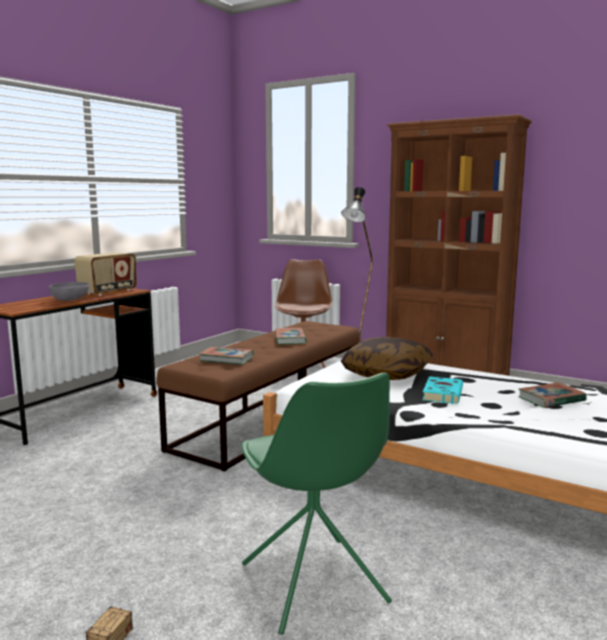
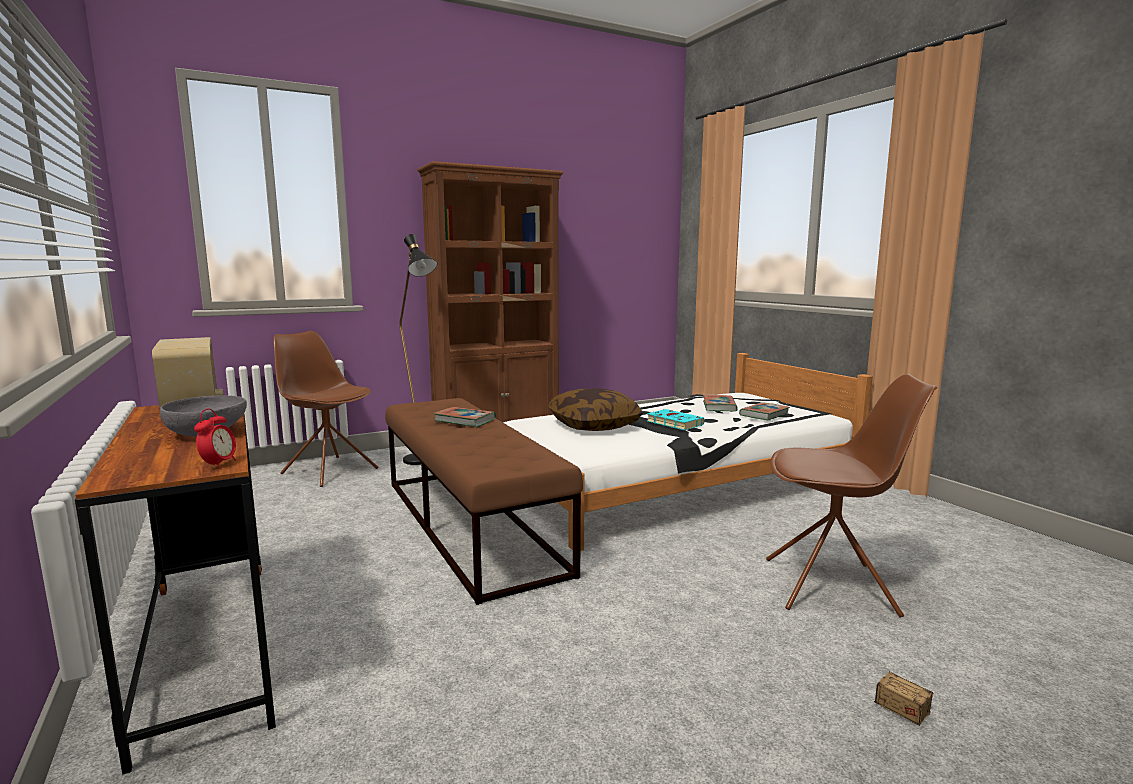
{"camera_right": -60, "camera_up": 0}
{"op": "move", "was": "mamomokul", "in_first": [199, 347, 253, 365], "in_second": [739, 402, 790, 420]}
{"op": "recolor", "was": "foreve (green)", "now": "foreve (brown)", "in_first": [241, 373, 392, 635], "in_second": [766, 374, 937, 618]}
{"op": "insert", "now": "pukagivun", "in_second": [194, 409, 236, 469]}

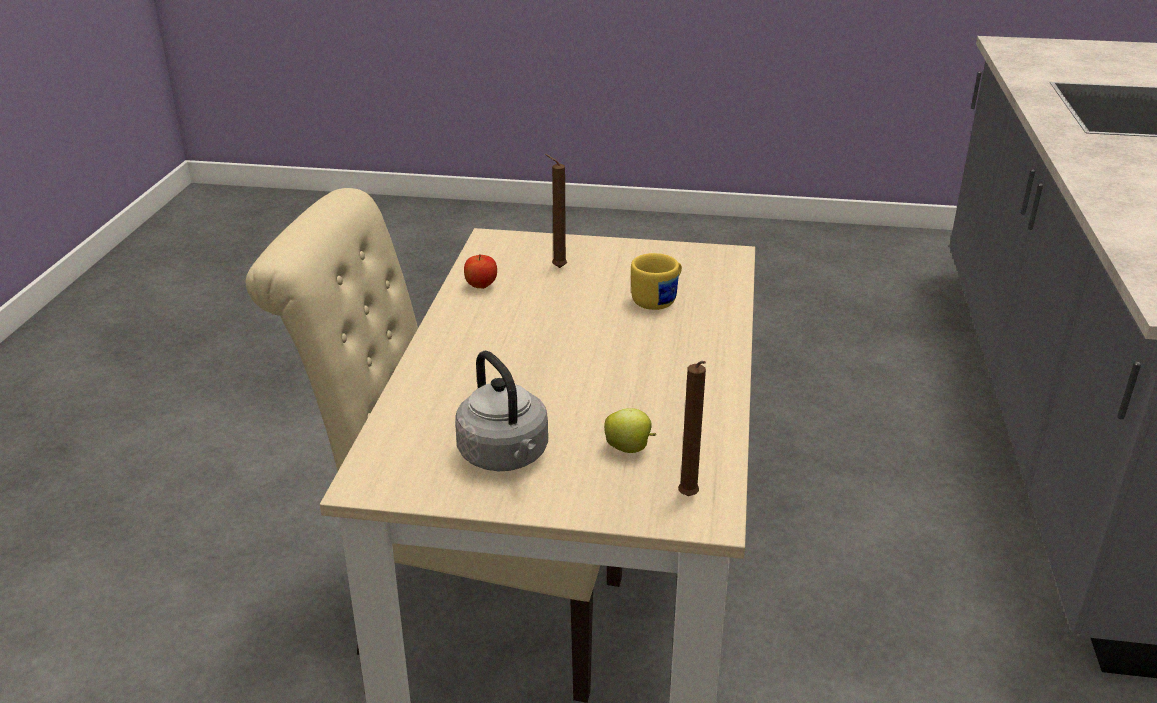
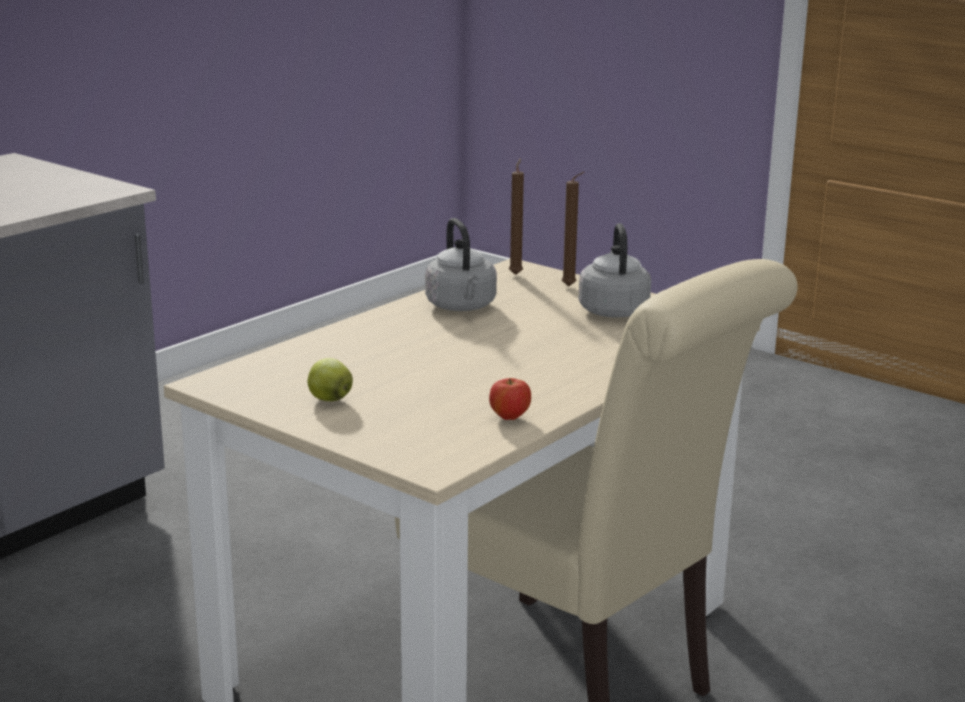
{"camera_right": -150, "camera_up": -10}
{"op": "move", "was": "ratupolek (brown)", "in_first": [545, 154, 567, 268], "in_second": [562, 172, 584, 286]}
{"op": "move", "was": "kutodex", "in_first": [604, 408, 656, 453], "in_second": [307, 358, 353, 401]}
{"op": "delete", "was": "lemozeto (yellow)", "in_first": [631, 253, 682, 310]}
{"op": "insert", "now": "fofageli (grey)", "in_second": [425, 218, 497, 311]}

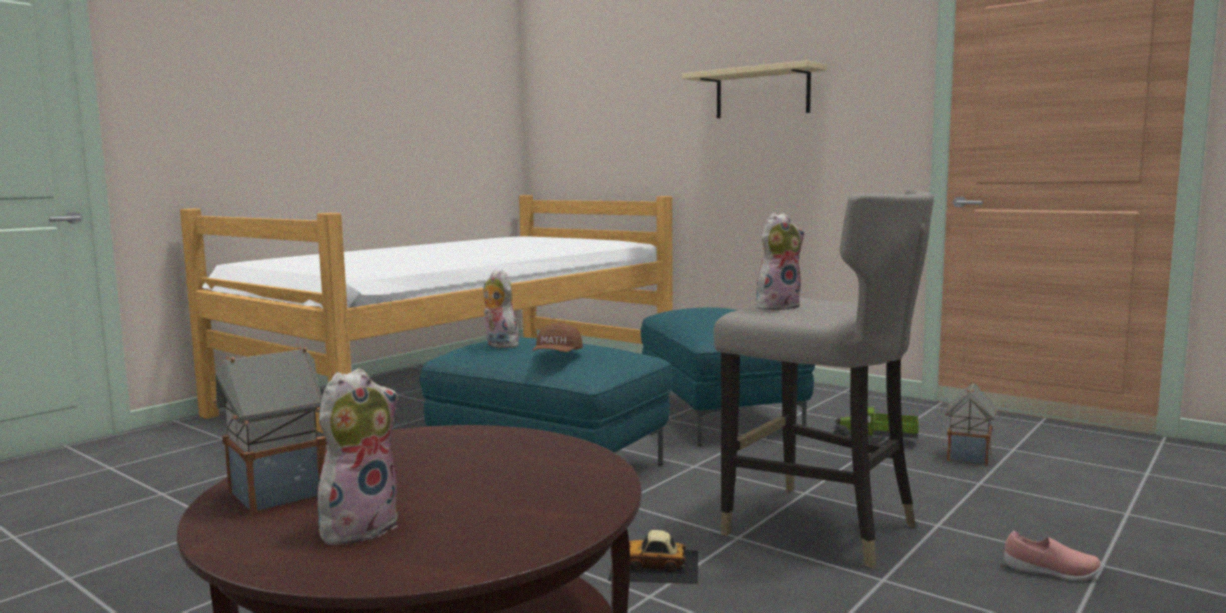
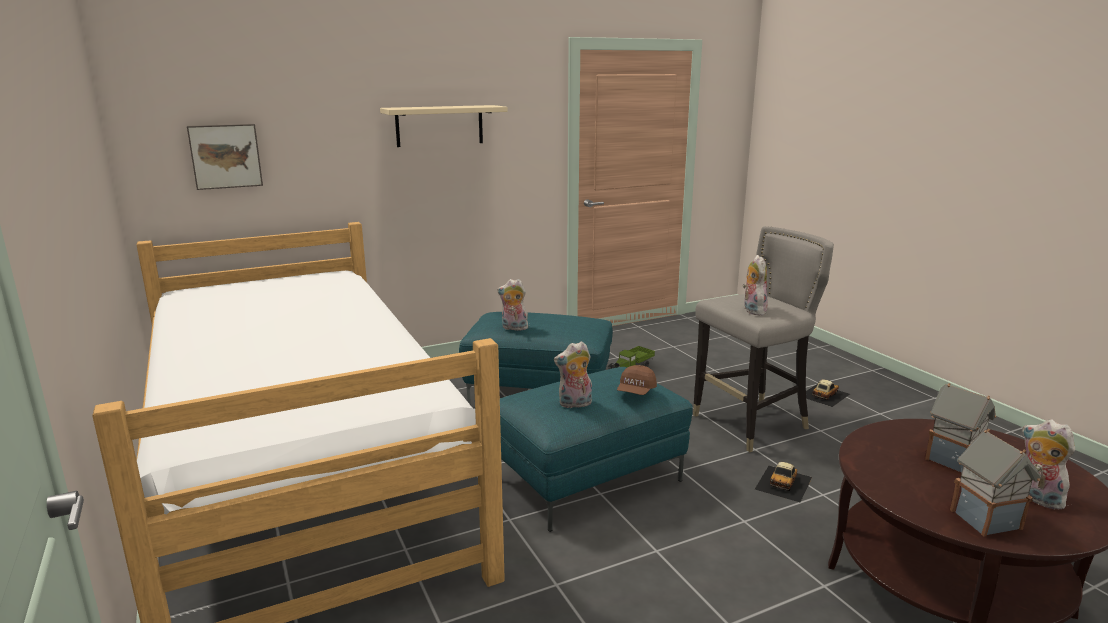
{"camera_right": -65, "camera_up": 10}
{"op": "rotate", "was": "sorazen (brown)", "in_first": [532, 322, 583, 352], "in_second": [617, 365, 657, 395], "clockwise": 75}
{"op": "move", "was": "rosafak", "in_first": [945, 381, 996, 466], "in_second": [925, 383, 996, 473]}
{"op": "replace", "was": "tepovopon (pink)", "now": "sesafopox", "in_first": [1004, 531, 1101, 581], "in_second": [806, 379, 850, 407]}
{"op": "insert", "now": "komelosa", "in_second": [187, 124, 263, 190]}
{"op": "insert", "now": "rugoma", "in_second": [497, 279, 530, 330]}

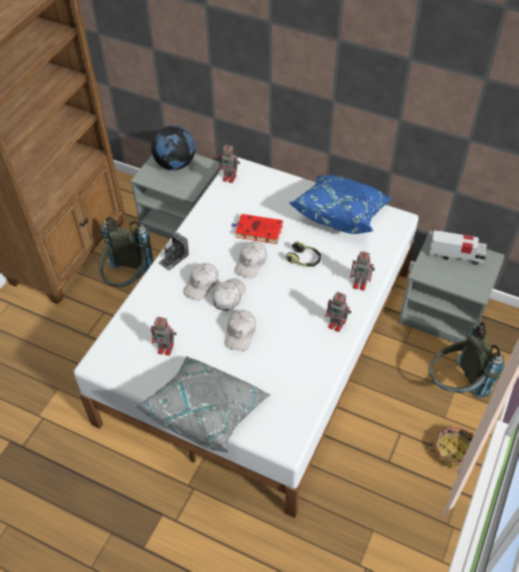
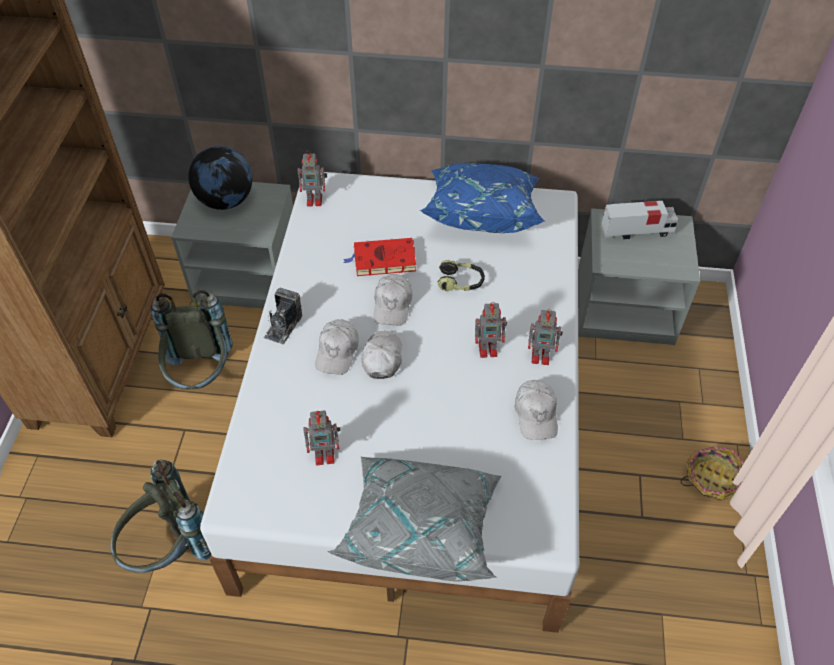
{"camera_right": -20, "camera_up": 0}
{"op": "move", "was": "sorazen (white)", "in_first": [225, 310, 256, 351], "in_second": [515, 380, 558, 440]}
{"op": "move", "was": "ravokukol", "in_first": [350, 251, 375, 291], "in_second": [475, 302, 507, 358]}
{"op": "move", "was": "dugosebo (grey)", "in_first": [429, 322, 505, 398], "in_second": [110, 459, 211, 573]}

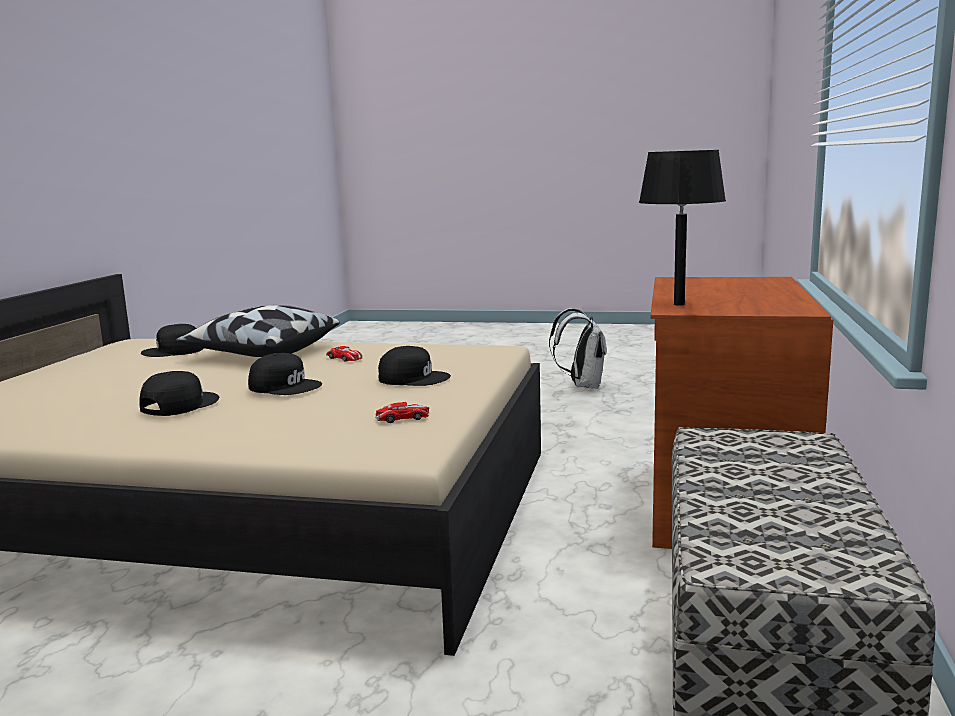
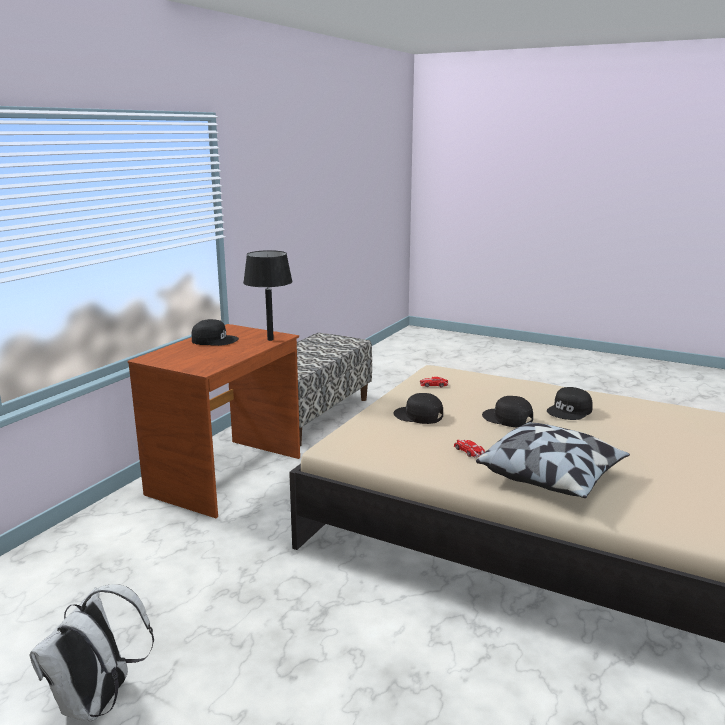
{"camera_right": -165, "camera_up": 5}
{"op": "move", "was": "sorazen (black)", "in_first": [141, 324, 204, 357], "in_second": [191, 319, 239, 346]}

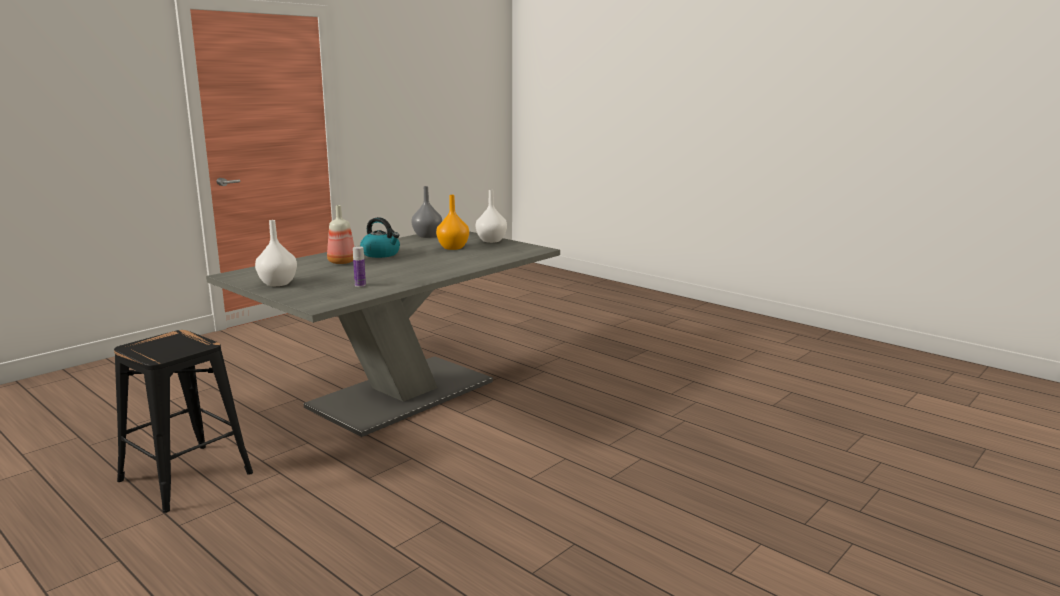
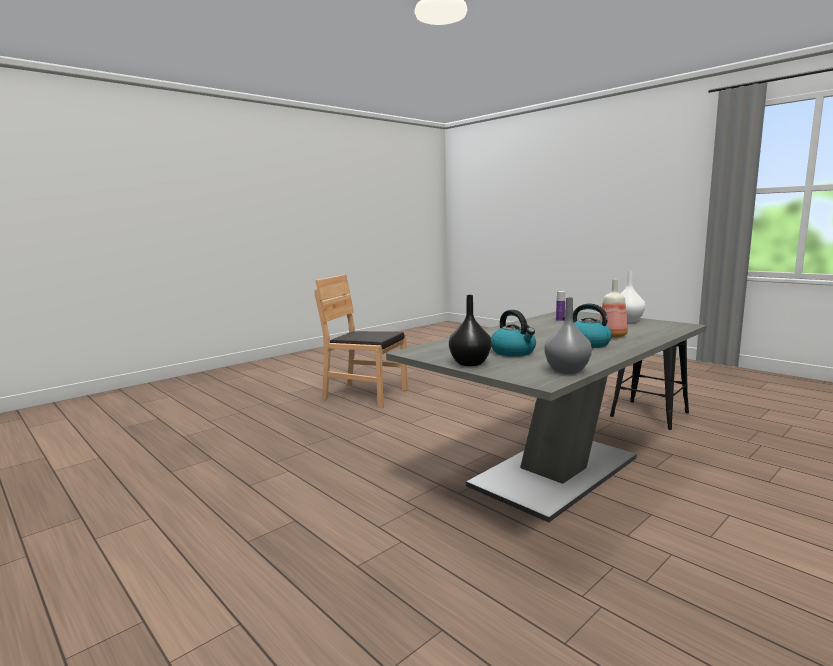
{"camera_right": -175, "camera_up": -5}
{"op": "replace", "was": "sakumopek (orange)", "now": "fofageli", "in_first": [436, 195, 469, 250], "in_second": [491, 310, 536, 357]}
{"op": "recolor", "was": "sakumopek (white)", "now": "sakumopek (black)", "in_first": [476, 190, 507, 243], "in_second": [449, 295, 491, 366]}
{"op": "insert", "now": "foreve (brown)", "in_second": [314, 274, 408, 408]}

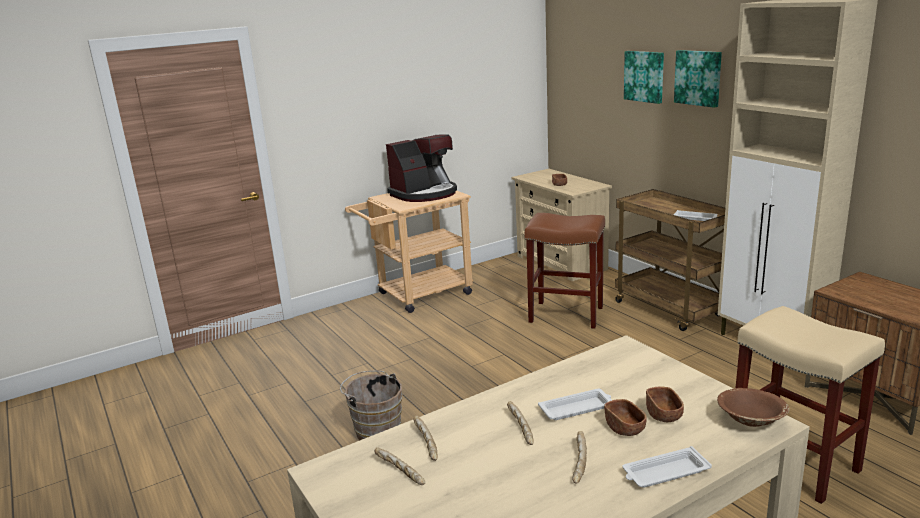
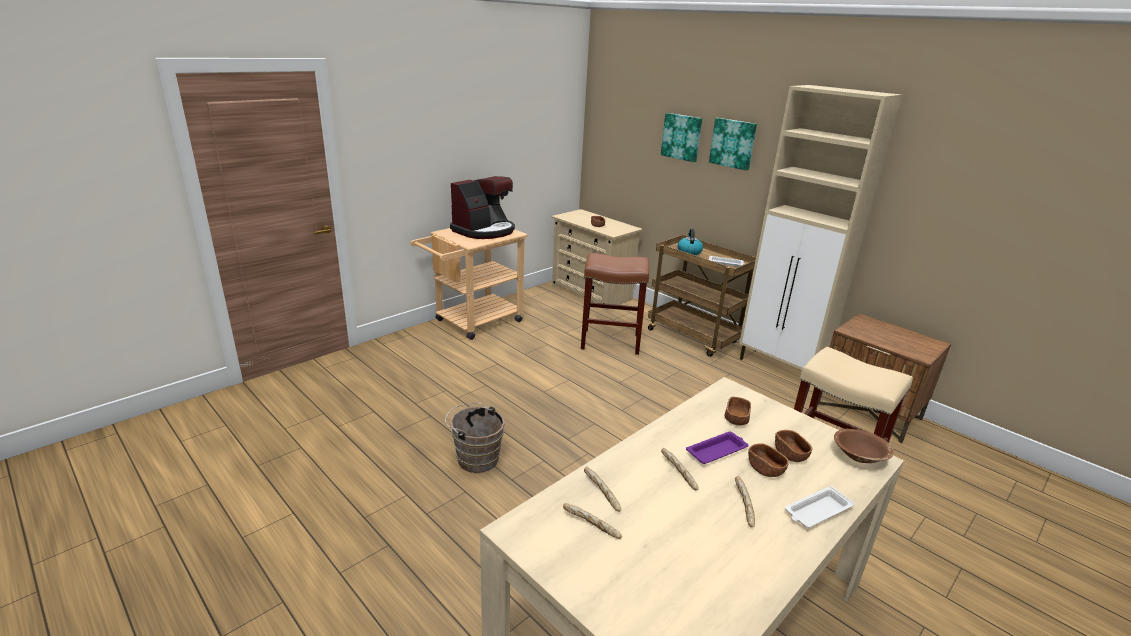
{"camera_right": -15, "camera_up": 5}
{"op": "recolor", "was": "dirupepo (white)", "now": "dirupepo (purple)", "in_first": [538, 389, 612, 420], "in_second": [686, 431, 749, 464]}
{"op": "insert", "now": "fofageli", "in_second": [677, 229, 703, 255]}
{"op": "insert", "now": "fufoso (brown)", "in_second": [725, 397, 751, 425]}

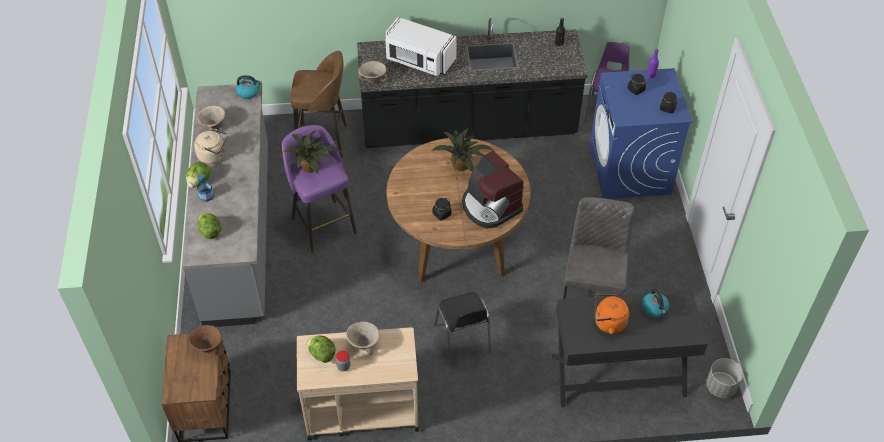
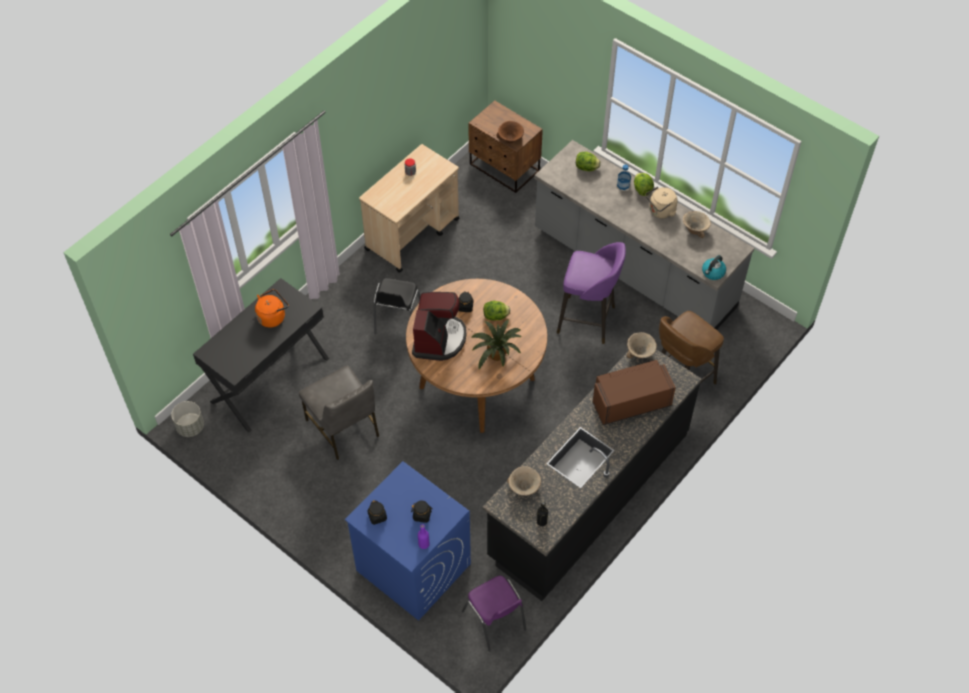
{"camera_right": 135, "camera_up": 5}
{"op": "delete", "was": "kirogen", "in_first": [279, 130, 341, 174]}
{"op": "move", "was": "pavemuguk", "in_first": [307, 336, 335, 363], "in_second": [483, 301, 510, 321]}
{"op": "move", "was": "fufoso (beige)", "in_first": [346, 321, 380, 355], "in_second": [507, 466, 541, 496]}
{"op": "recolor", "was": "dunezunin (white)", "now": "dunezunin (brown)", "in_first": [385, 17, 457, 76], "in_second": [593, 360, 676, 425]}
{"op": "rotate", "was": "foreve (black)", "in_first": [434, 292, 491, 364], "in_second": [373, 278, 421, 334], "clockwise": -105}
{"op": "rotate", "was": "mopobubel", "in_first": [462, 151, 524, 229], "in_second": [412, 292, 466, 361], "clockwise": 90}
{"op": "delete", "was": "fofageli", "in_first": [642, 288, 670, 317]}

